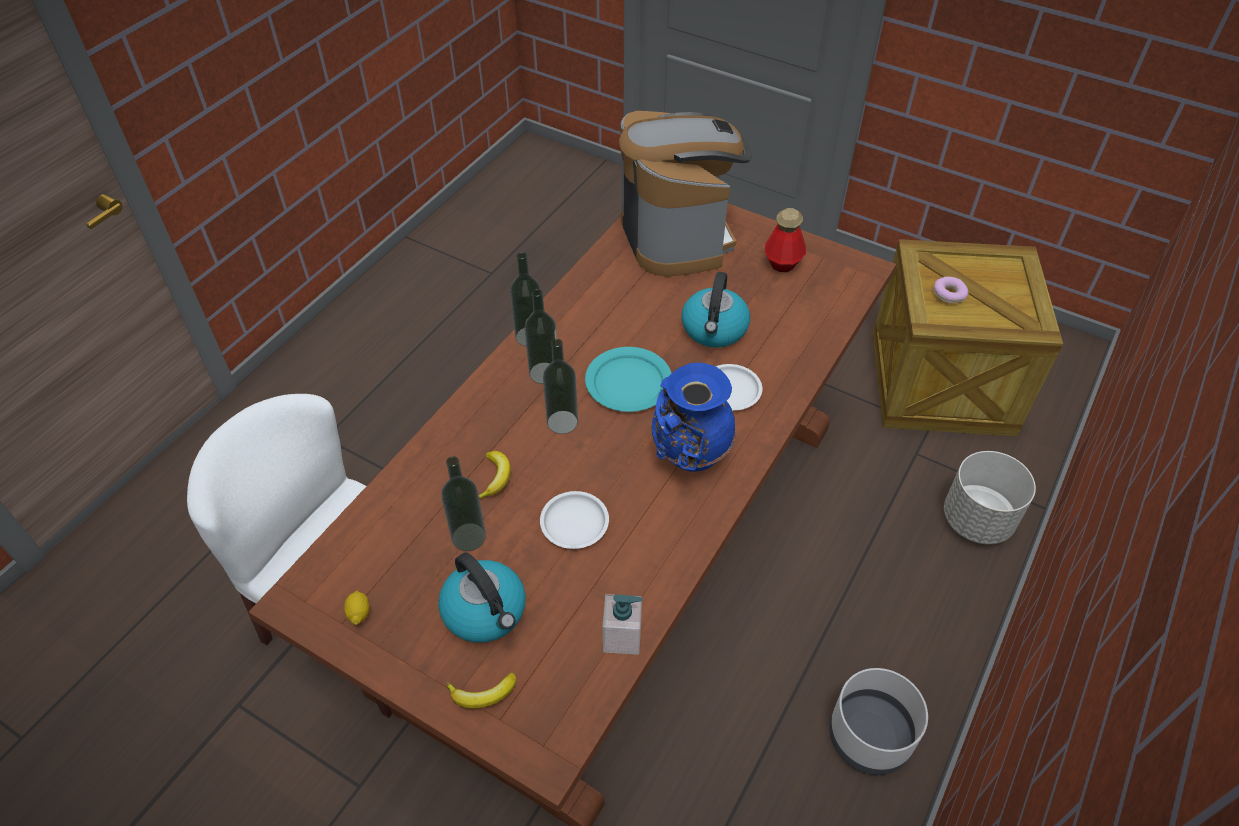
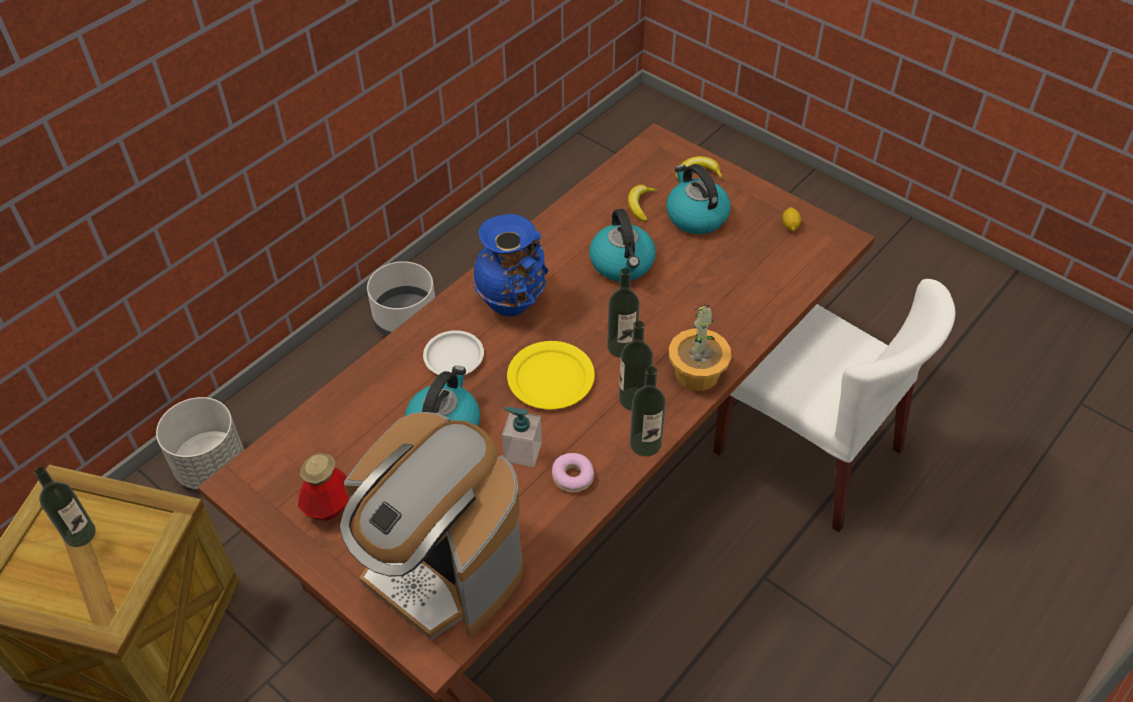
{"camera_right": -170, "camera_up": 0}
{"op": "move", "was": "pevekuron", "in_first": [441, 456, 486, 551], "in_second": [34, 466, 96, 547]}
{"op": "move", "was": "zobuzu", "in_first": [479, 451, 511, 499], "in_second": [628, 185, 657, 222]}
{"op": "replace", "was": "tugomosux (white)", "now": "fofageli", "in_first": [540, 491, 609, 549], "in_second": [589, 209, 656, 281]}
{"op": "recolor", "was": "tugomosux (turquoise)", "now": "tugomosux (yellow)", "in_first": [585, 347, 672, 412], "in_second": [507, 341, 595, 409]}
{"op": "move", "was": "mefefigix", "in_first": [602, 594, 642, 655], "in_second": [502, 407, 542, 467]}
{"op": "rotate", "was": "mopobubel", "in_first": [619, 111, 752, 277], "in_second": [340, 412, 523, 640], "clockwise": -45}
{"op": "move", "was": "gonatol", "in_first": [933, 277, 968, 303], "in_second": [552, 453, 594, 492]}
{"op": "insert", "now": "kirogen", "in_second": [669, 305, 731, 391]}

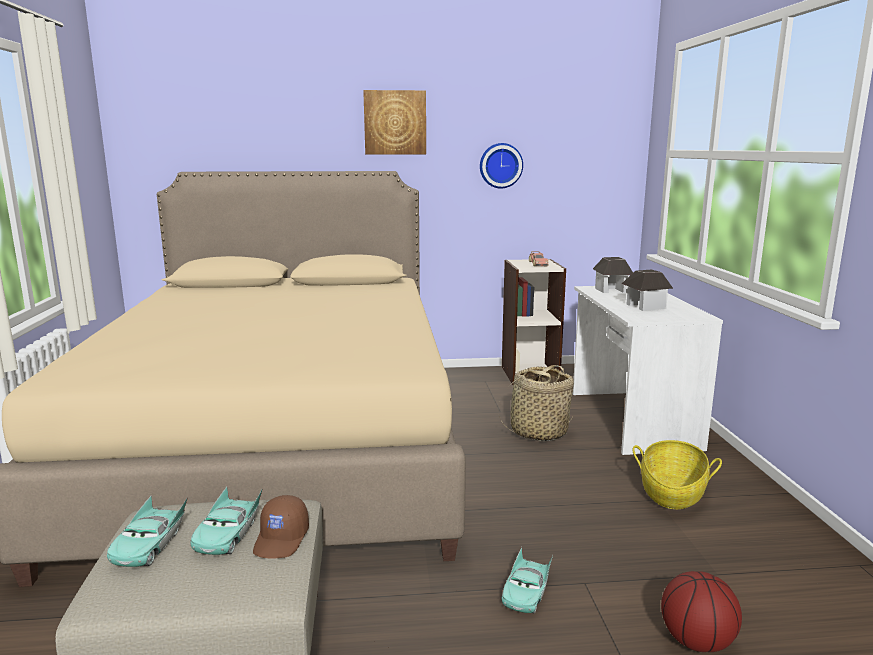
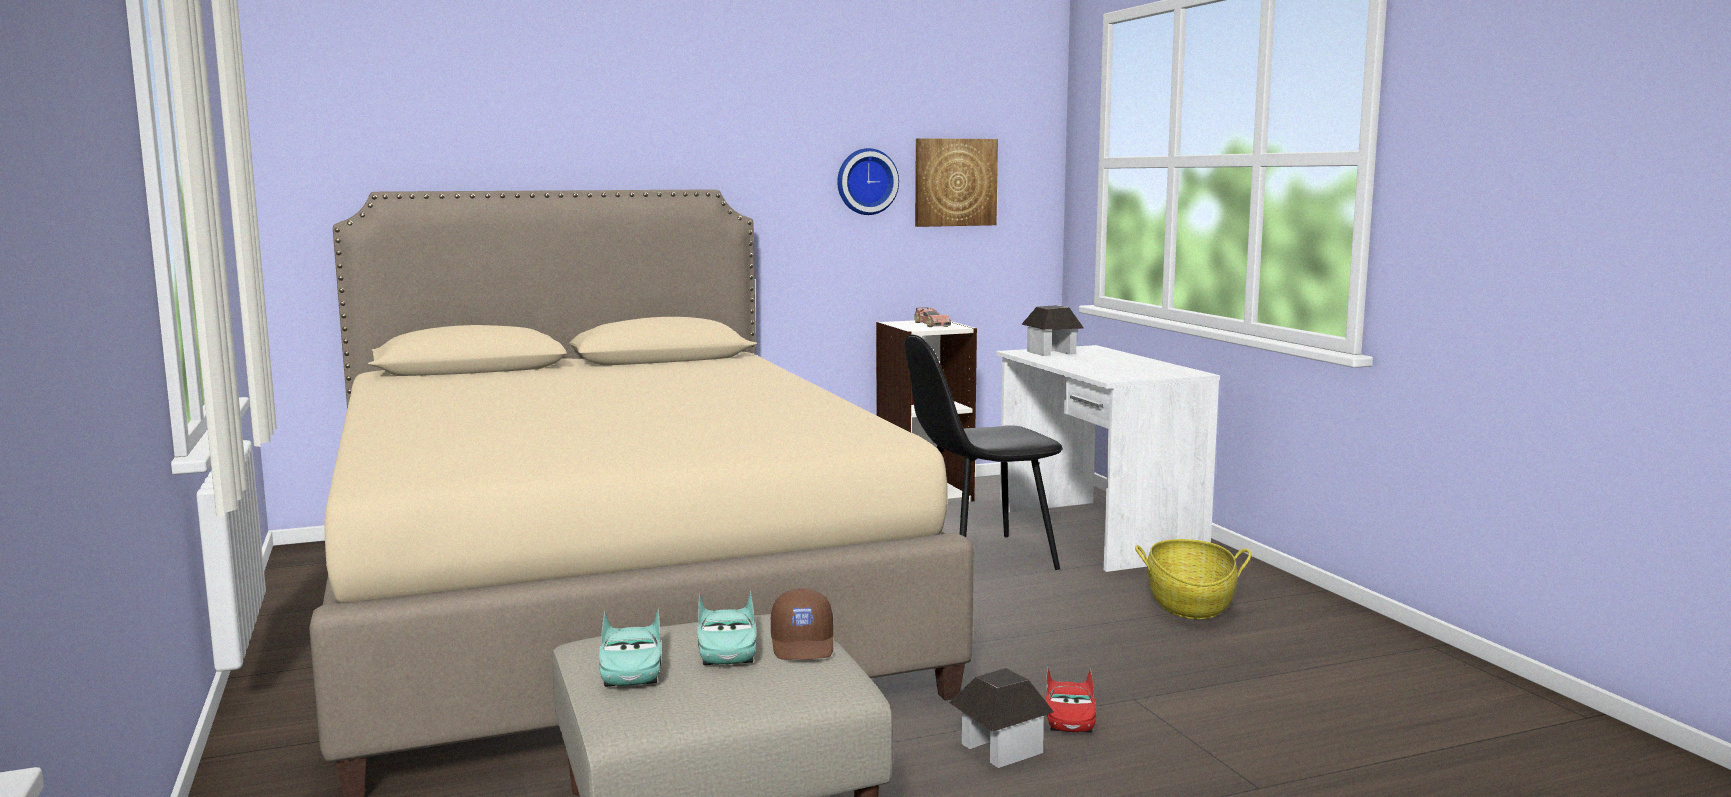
{"camera_right": -15, "camera_up": -5}
{"op": "move", "was": "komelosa", "in_first": [363, 90, 426, 155], "in_second": [915, 138, 998, 227]}
{"op": "replace", "was": "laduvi", "now": "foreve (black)", "in_first": [499, 365, 574, 441], "in_second": [905, 335, 1063, 570]}
{"op": "recolor", "was": "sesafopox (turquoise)", "now": "sesafopox (red)", "in_first": [501, 547, 553, 613], "in_second": [1046, 666, 1096, 733]}
{"op": "move", "was": "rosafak", "in_first": [622, 270, 673, 311], "in_second": [949, 668, 1054, 768]}
{"op": "delete", "was": "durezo", "in_first": [661, 571, 742, 652]}

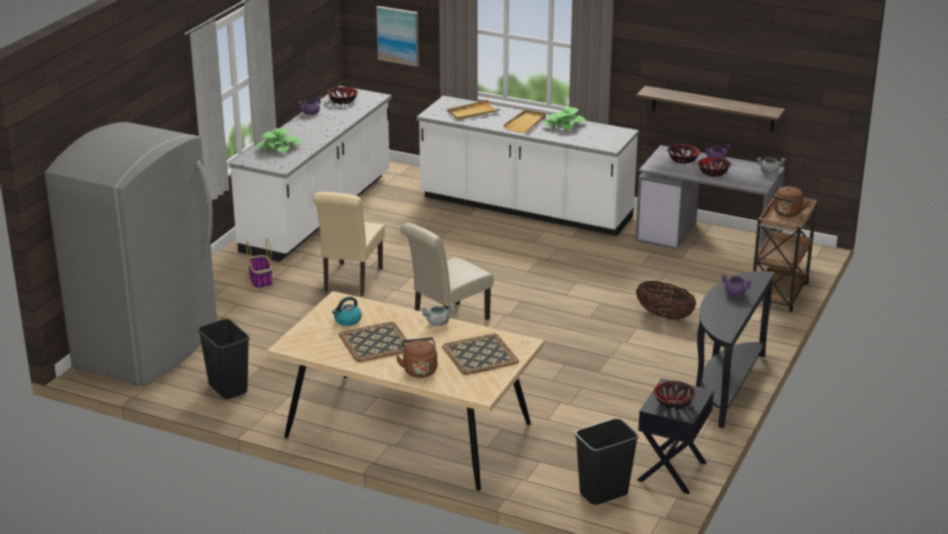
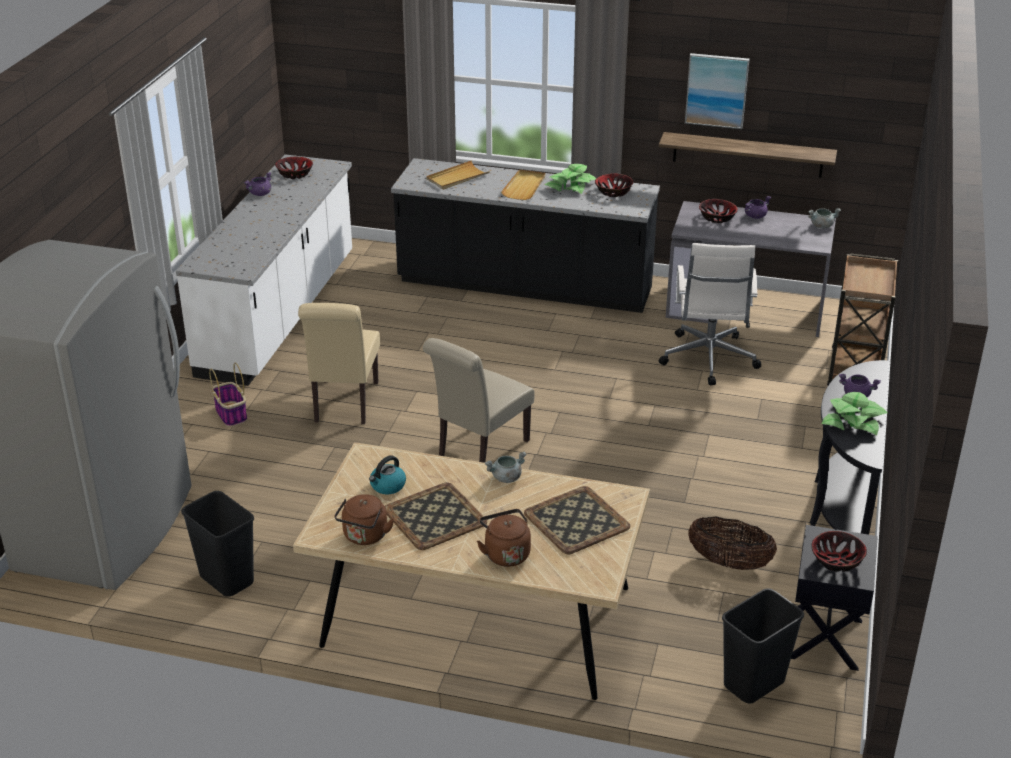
{"camera_right": -10, "camera_up": 5}
{"op": "move", "was": "kirogen", "in_first": [255, 128, 303, 154], "in_second": [822, 392, 888, 435]}
{"op": "move", "was": "komelosa", "in_first": [376, 6, 419, 66], "in_second": [685, 53, 749, 129]}
{"op": "recolor", "was": "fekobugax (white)", "now": "fekobugax (black)", "in_first": [417, 96, 639, 236], "in_second": [391, 158, 660, 313]}
{"op": "move", "was": "laduvi", "in_first": [636, 281, 696, 320], "in_second": [688, 516, 777, 570]}
{"op": "move", "was": "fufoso", "in_first": [698, 157, 731, 177], "in_second": [595, 173, 634, 197]}
{"op": "move", "was": "fofageli (brown)", "in_first": [771, 186, 809, 217], "in_second": [334, 494, 394, 545]}
{"op": "insert", "now": "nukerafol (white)", "in_second": [659, 243, 761, 385]}

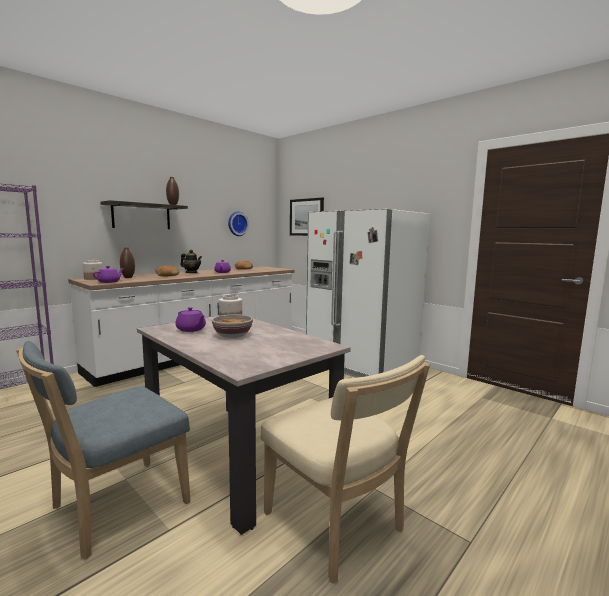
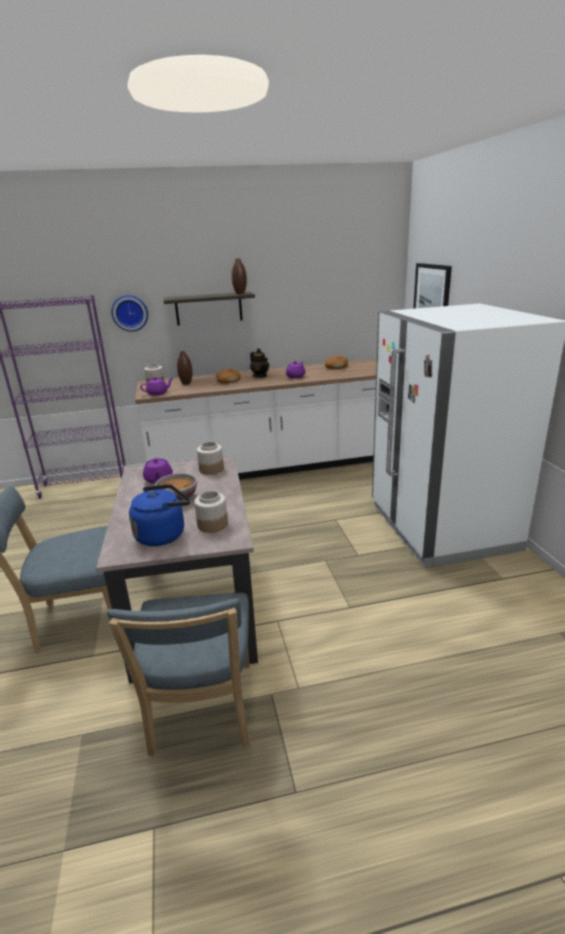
{"camera_right": 35, "camera_up": 15}
{"op": "move", "was": "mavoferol", "in_first": [228, 211, 249, 236], "in_second": [111, 295, 148, 332]}
{"op": "recolor", "was": "foreve (beige)", "now": "foreve (blue)", "in_first": [260, 355, 430, 583], "in_second": [107, 593, 250, 757]}
{"op": "insert", "now": "fofageli (blue)", "in_second": [129, 484, 190, 546]}
{"op": "insert", "now": "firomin", "in_second": [194, 491, 228, 533]}

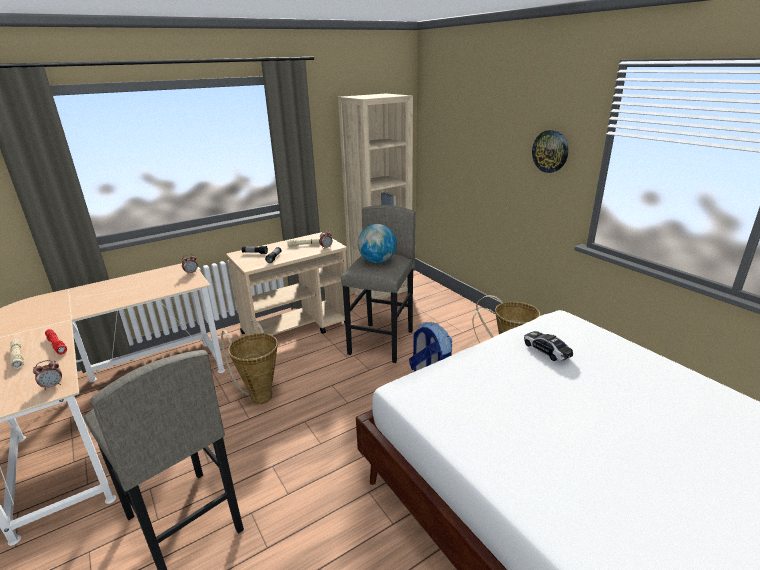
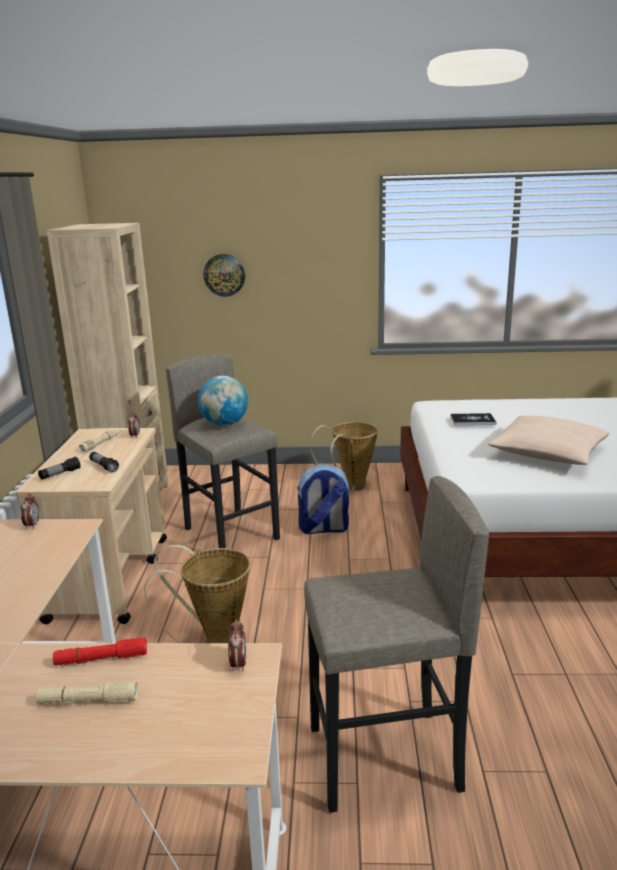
{"camera_right": -55, "camera_up": -5}
{"op": "replace", "was": "sesafopox", "now": "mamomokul", "in_first": [524, 331, 573, 361], "in_second": [450, 413, 496, 426]}
{"op": "move", "was": "mavoferol", "in_first": [532, 130, 568, 173], "in_second": [203, 254, 245, 297]}
{"op": "insert", "now": "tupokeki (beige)", "in_second": [488, 416, 610, 465]}

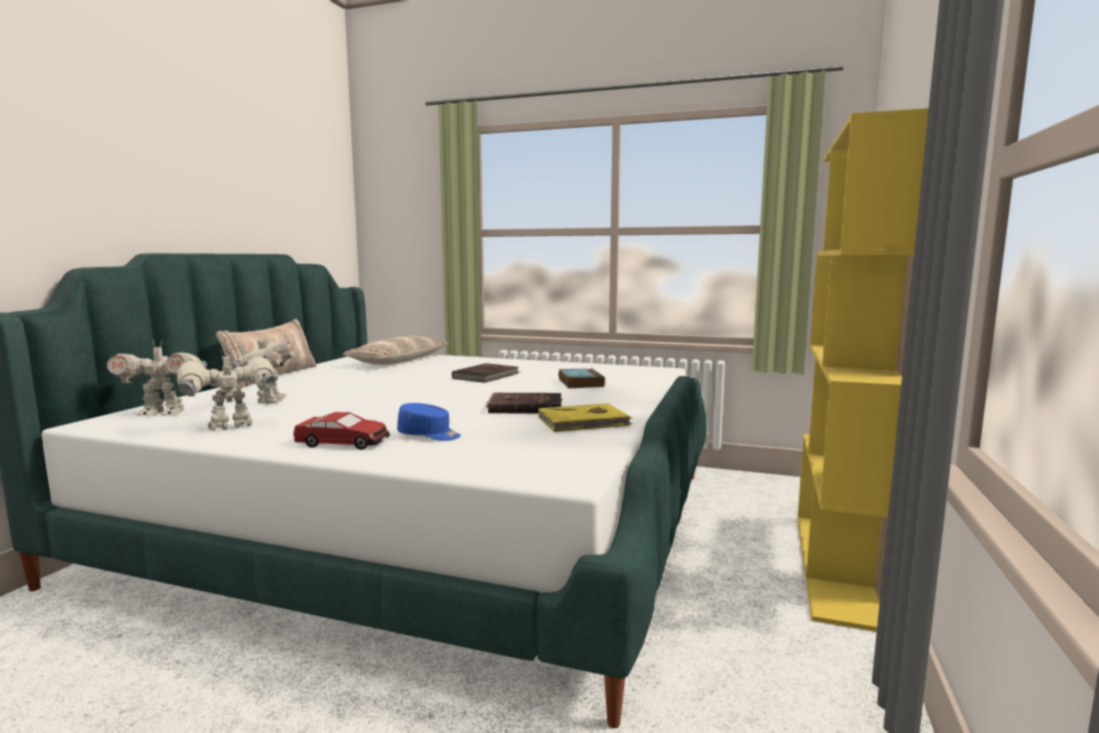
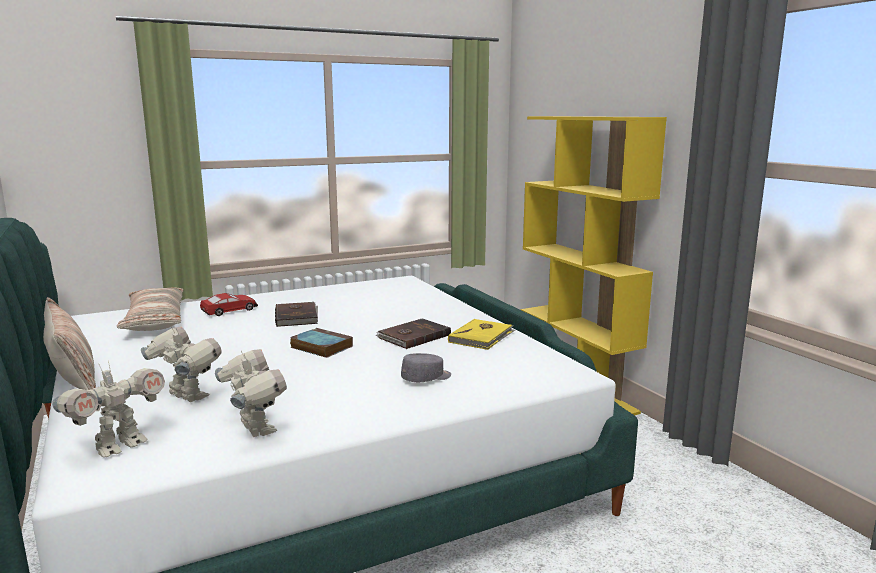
{"camera_right": -45, "camera_up": 5}
{"op": "rotate", "was": "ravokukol", "in_first": [177, 349, 276, 431], "in_second": [215, 349, 287, 437], "clockwise": 135}
{"op": "move", "was": "sesafopox", "in_first": [293, 412, 390, 450], "in_second": [200, 293, 258, 316]}
{"op": "recolor", "was": "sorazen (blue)", "now": "sorazen (grey)", "in_first": [397, 403, 461, 441], "in_second": [401, 353, 451, 382]}
{"op": "move", "was": "mamomokul", "in_first": [558, 368, 605, 388], "in_second": [290, 328, 353, 358]}

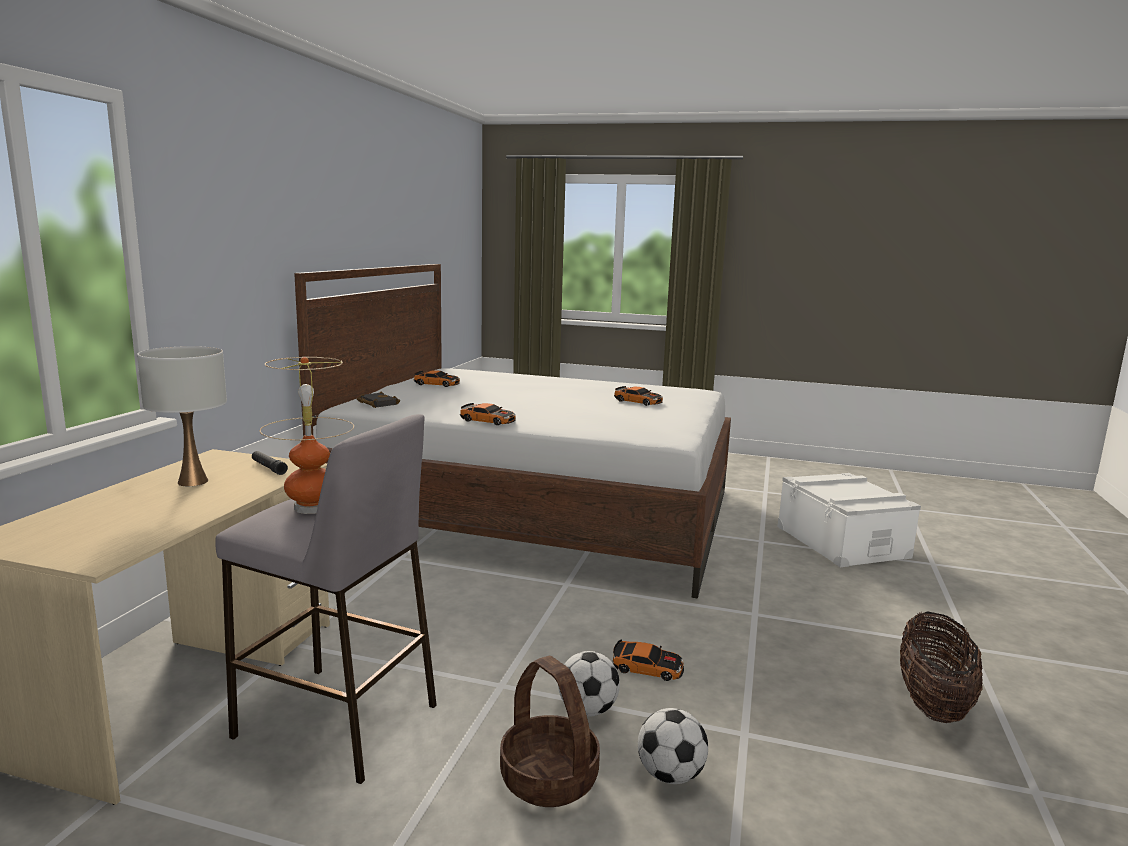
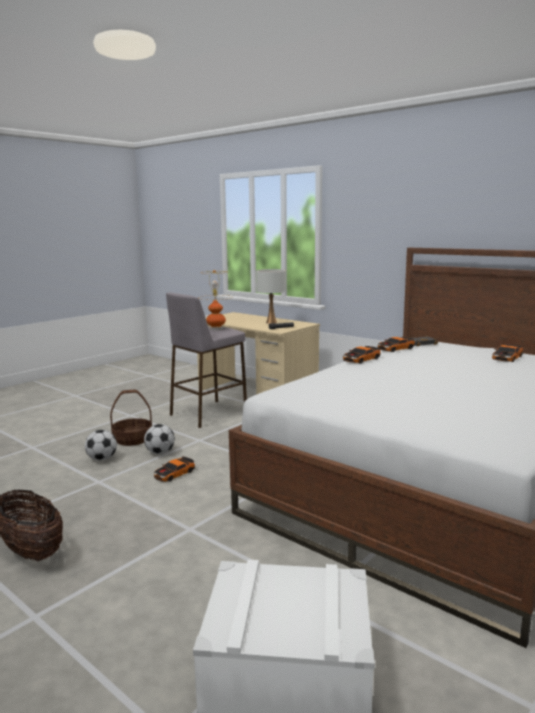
{"camera_right": 115, "camera_up": 0}
{"op": "move", "was": "sesafopox", "in_first": [614, 386, 663, 406], "in_second": [378, 337, 415, 352]}

